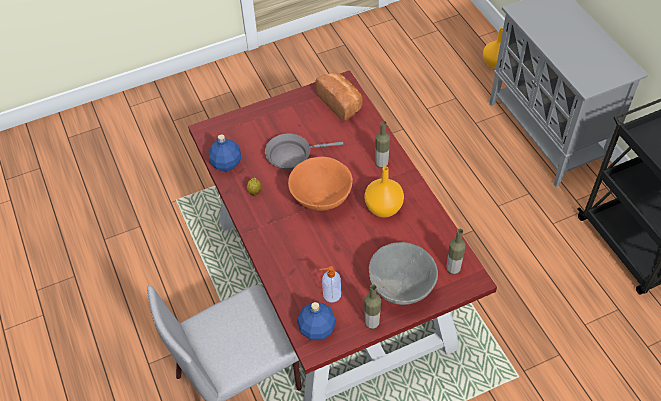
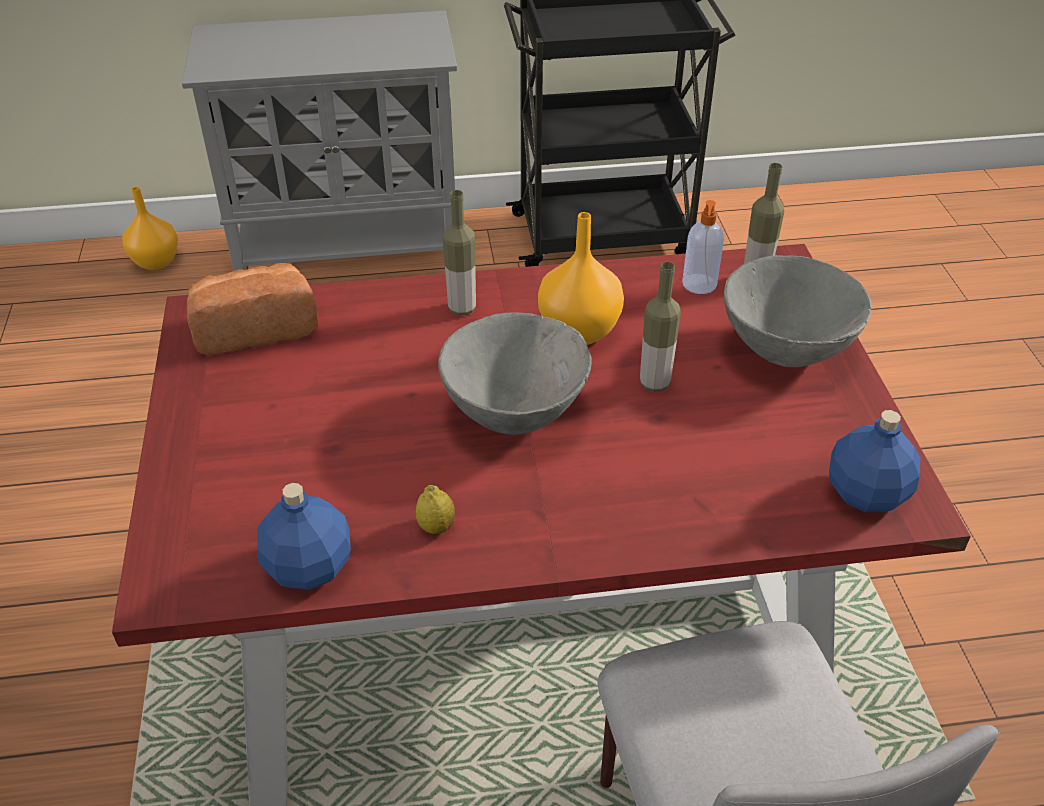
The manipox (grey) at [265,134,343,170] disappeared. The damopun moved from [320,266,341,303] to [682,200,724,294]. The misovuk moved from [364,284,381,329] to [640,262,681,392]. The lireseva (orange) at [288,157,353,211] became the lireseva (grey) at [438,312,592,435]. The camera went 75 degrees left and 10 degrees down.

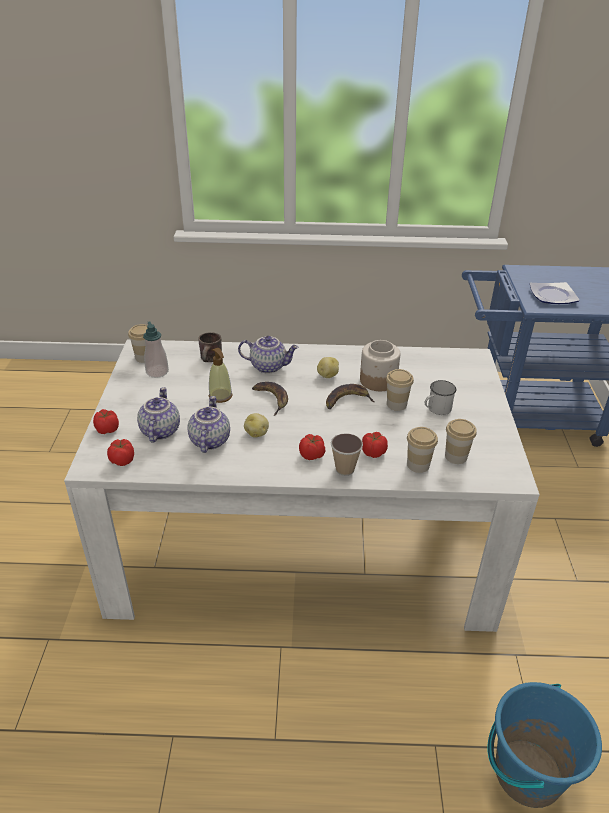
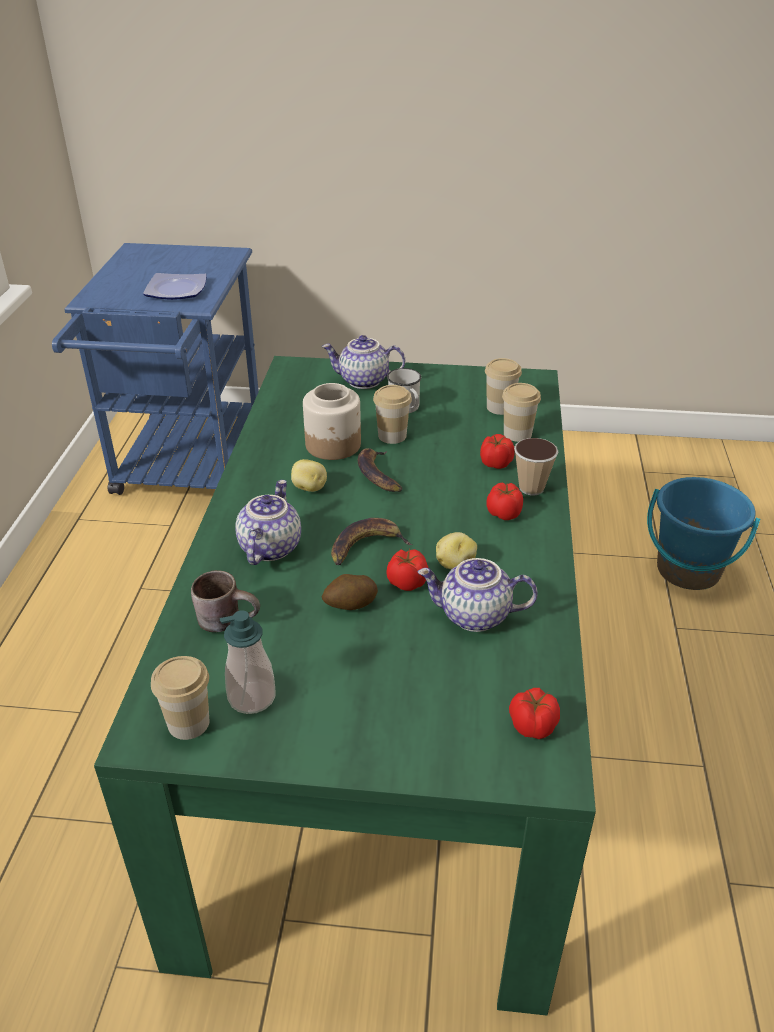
The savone moved from [93,409,119,434] to [386,549,428,591]. The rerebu moved from [137,387,180,443] to [322,335,405,389]. The damopun at [209,348,233,403] was replaced by the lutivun at [322,574,378,610]. The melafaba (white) at [64,339,540,632] became the melafaba (green) at [94,356,596,1016]. The camera went 85 degrees left and 0 degrees up.

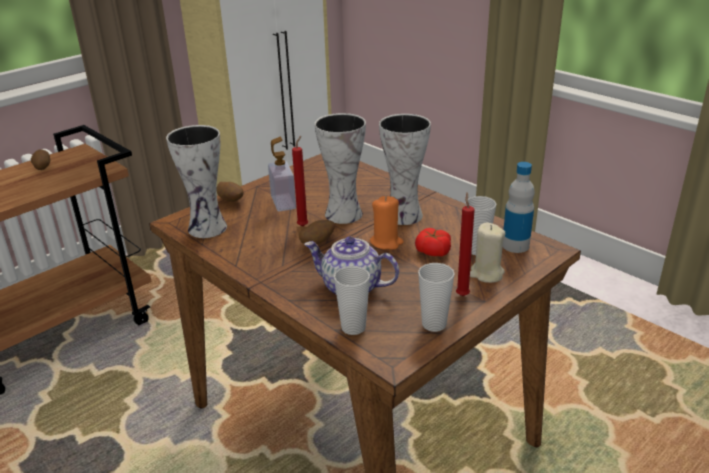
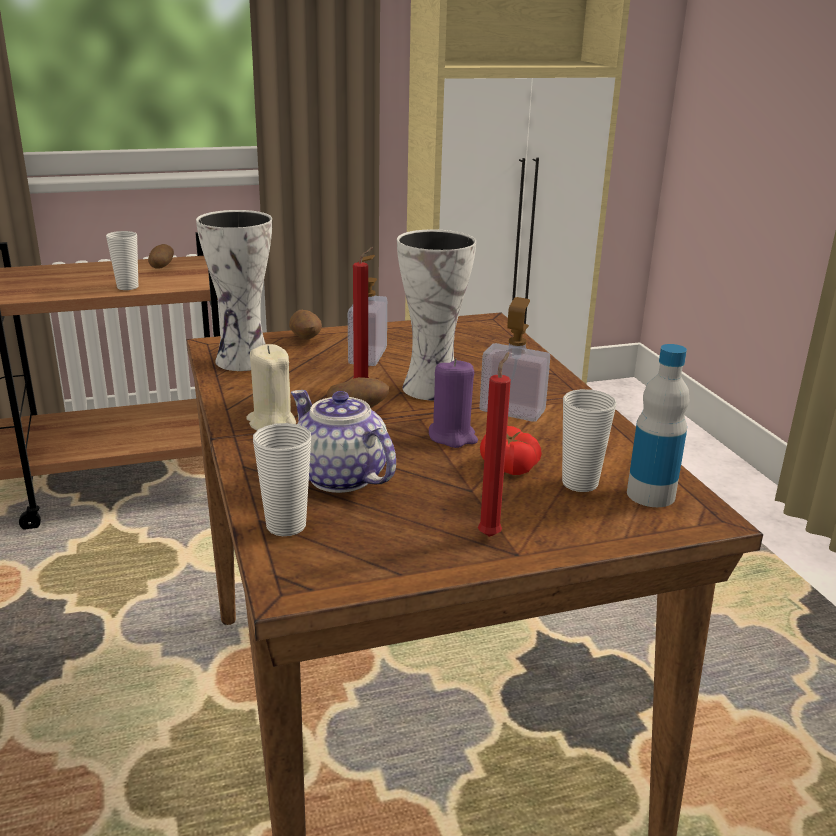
The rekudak moved from [418,263,455,332] to [106,231,138,290]. The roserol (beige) moved from [470,222,506,283] to [246,344,296,430]. The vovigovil at [379,114,431,225] was replaced by the damopun at [480,297,550,422]. The roserol (orange) at [370,196,404,250] became the roserol (purple) at [429,358,478,448]. The camera went 25 degrees right and 5 degrees down.

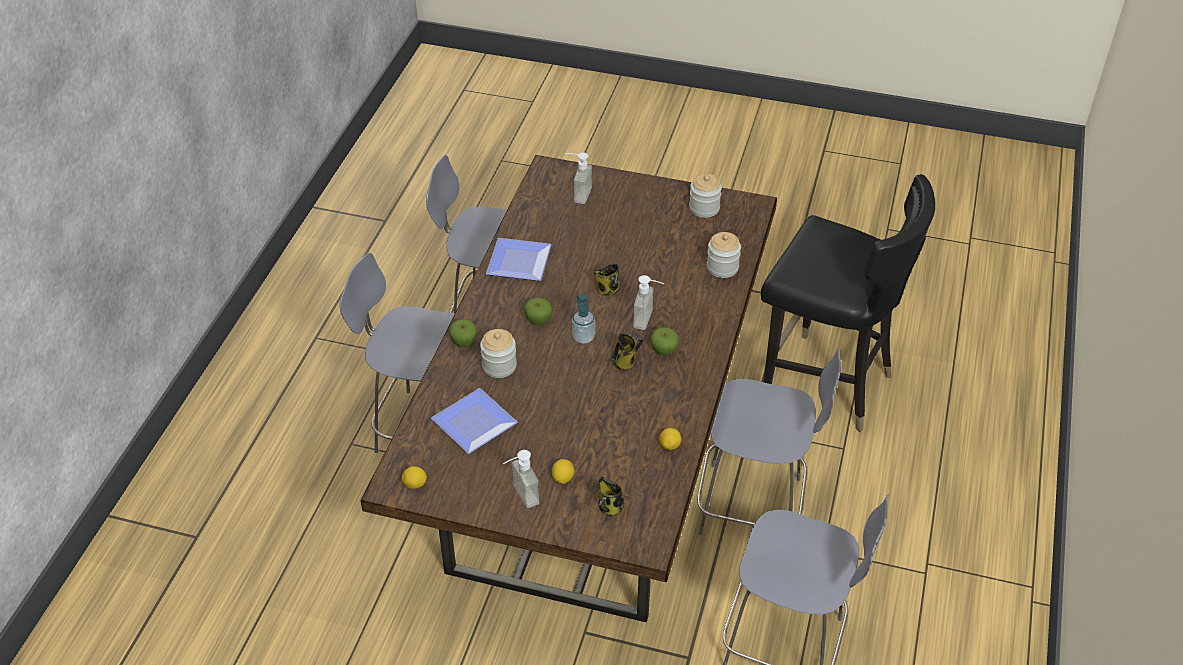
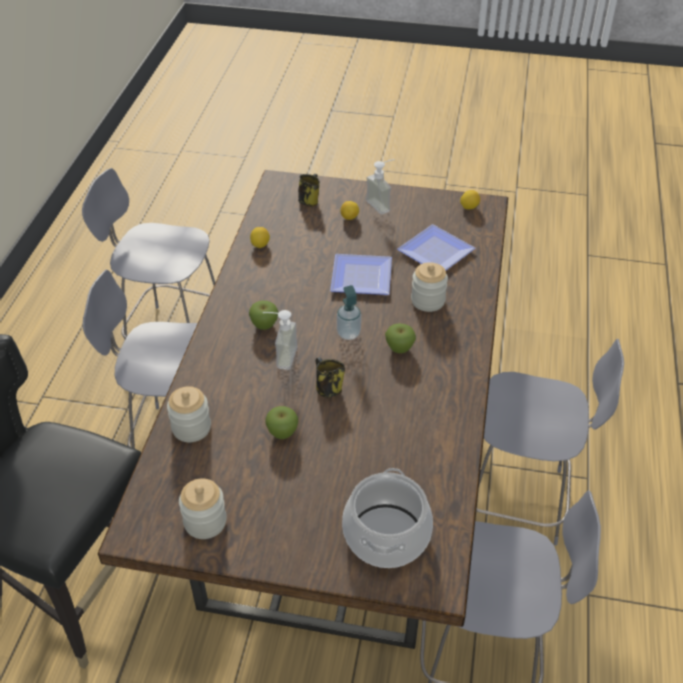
The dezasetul at [612,333,643,371] disappeared. The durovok moved from [449,319,477,347] to [265,406,298,439]. The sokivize moved from [486,238,552,281] to [330,254,392,295]. The damopun at [565,152,592,204] was replaced by the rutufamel at [342,468,433,568]. The camera went 175 degrees right and 0 degrees up.

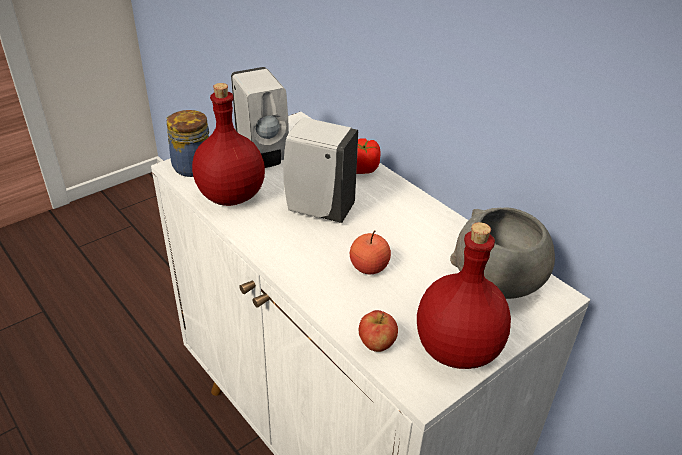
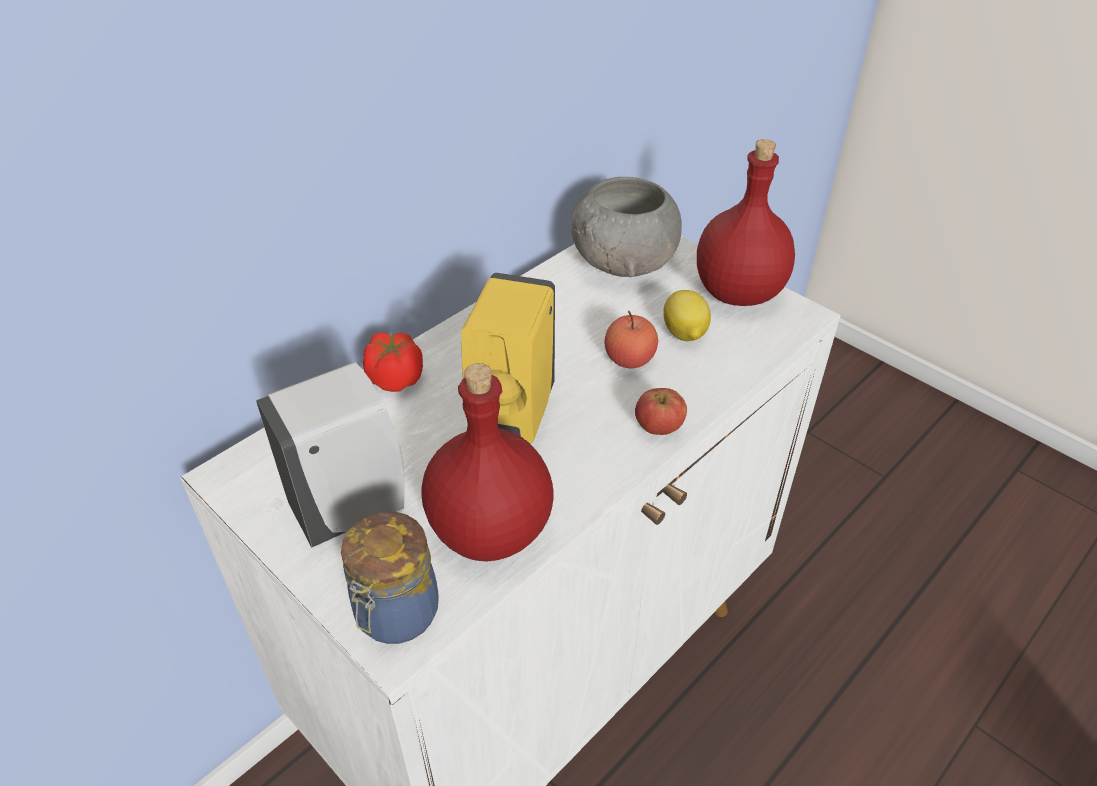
The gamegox at [664,290,711,341] appeared. The durovok moved from [359,310,398,352] to [635,388,687,435]. The damopun (white) at [283,117,358,223] became the damopun (yellow) at [461,273,555,443]. The camera went 95 degrees left and 5 degrees up.

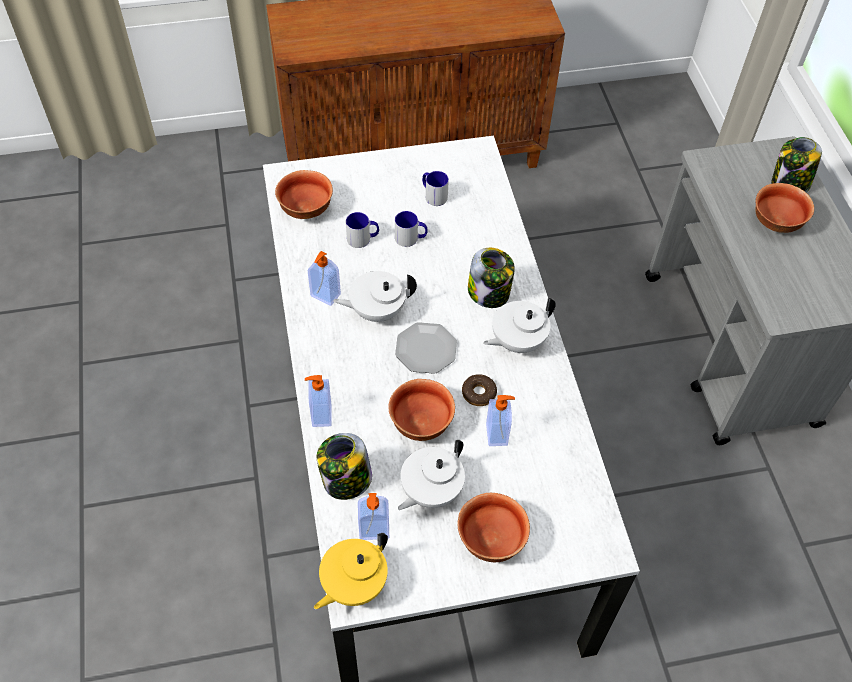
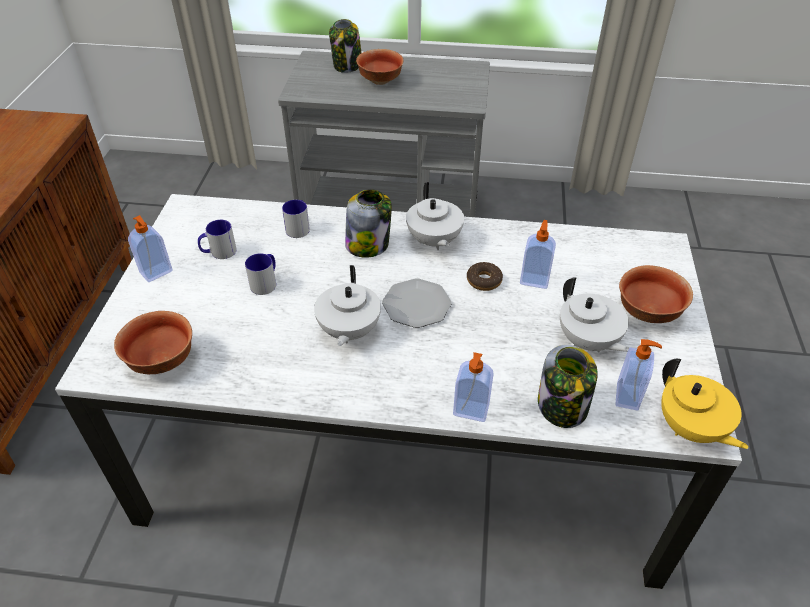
The lireseva at [388,379,455,441] disappeared. The damopun moved from [308,251,341,306] to [128,215,173,282]. The dezasetul moved from [346,212,379,248] to [282,200,310,238]. The camera went 70 degrees left and 10 degrees down.

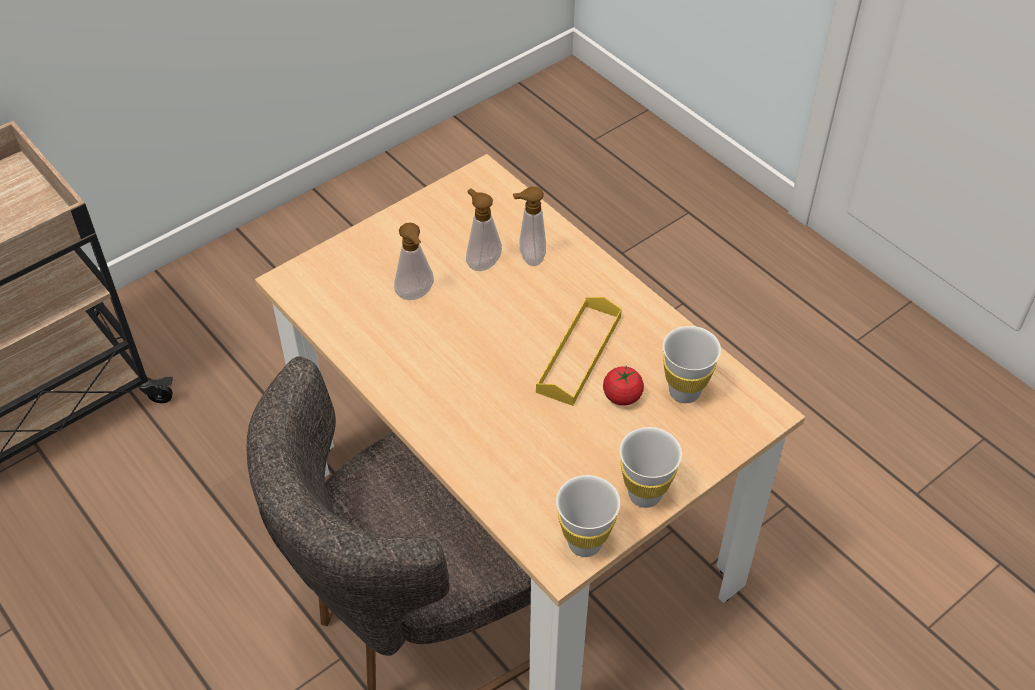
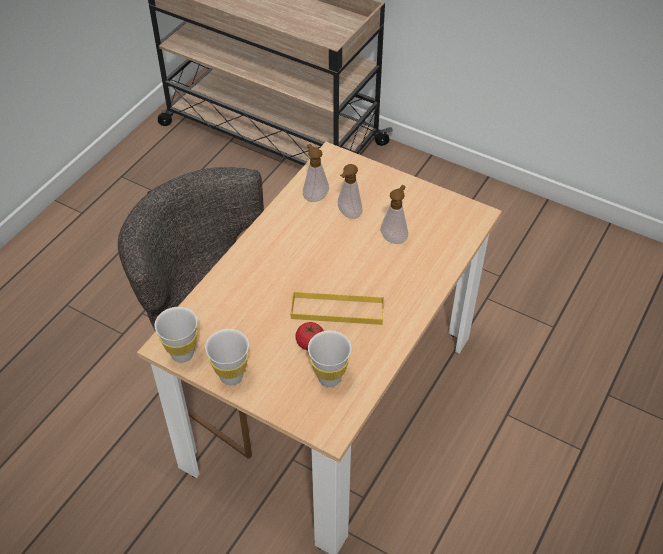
The damopun moved from [513,186,546,266] to [303,144,329,202]. The camera went 70 degrees right and 0 degrees up.

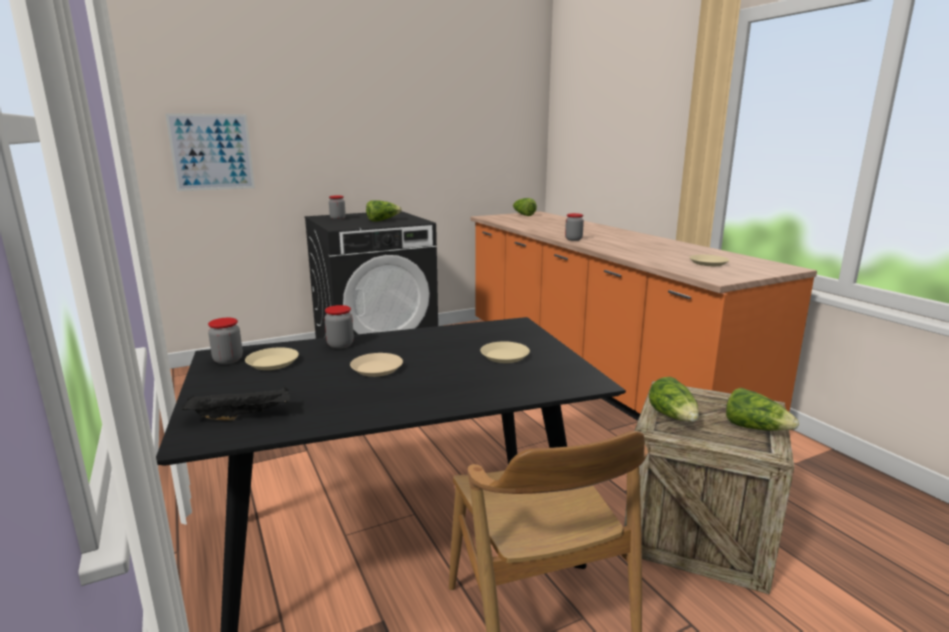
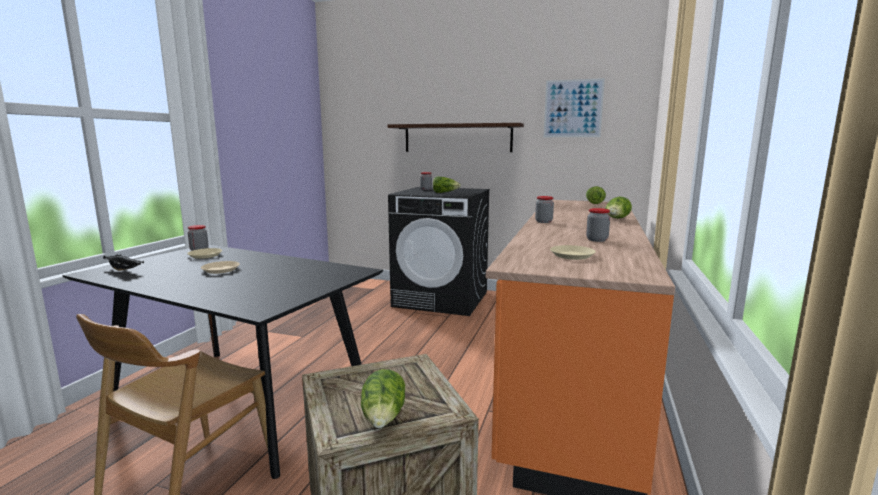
The sokivize (beige) at [480,341,530,363] disappeared. The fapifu at [387,123,524,152] appeared. The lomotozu moved from [165,113,255,191] to [544,78,605,137]. The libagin moved from [325,305,354,349] to [586,208,610,242]. The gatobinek moved from [649,377,699,422] to [605,197,632,219]. The camera went 45 degrees right and 5 degrees down.

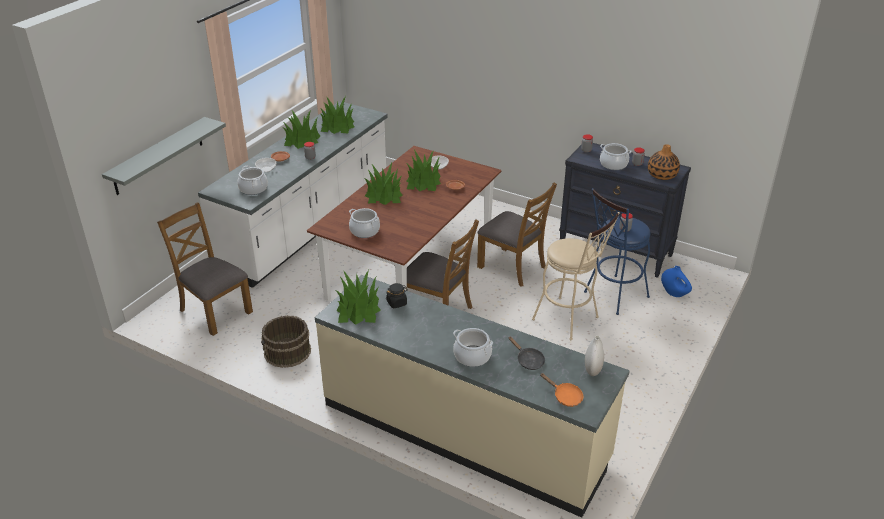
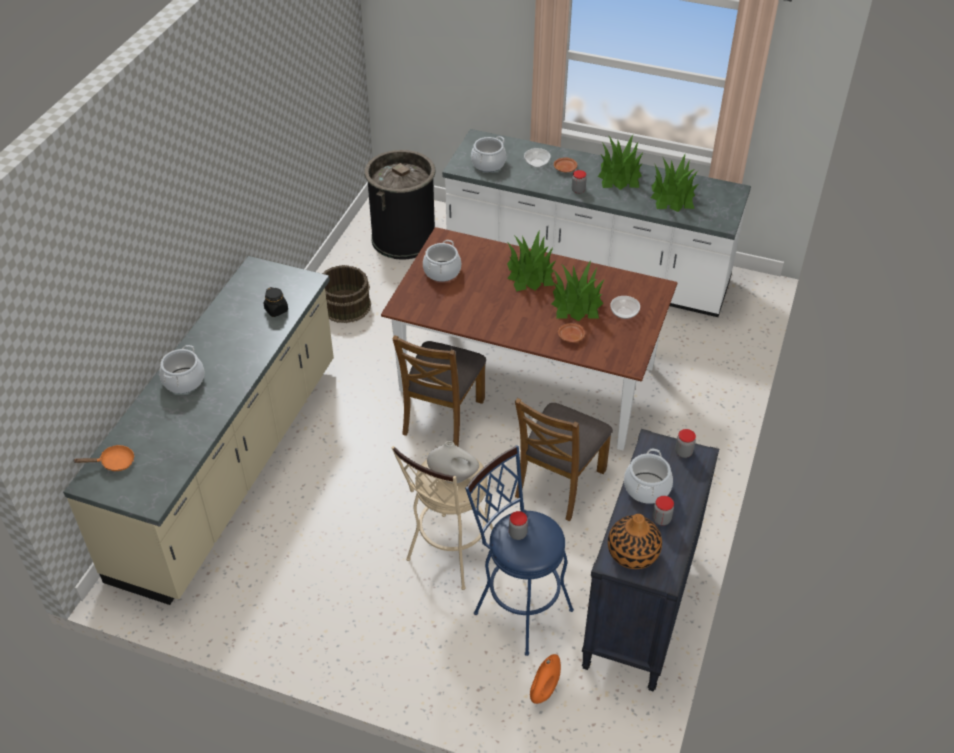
The fapifu (grey) at [102,117,226,195] disappeared. The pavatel at [336,270,381,325] disappeared. The manipox (black) at [509,336,545,370] disappeared. The vovigovil (white) moved from [585,335,604,376] to [427,441,479,483]. The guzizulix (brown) at [157,202,253,336] was replaced by the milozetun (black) at [364,150,436,260]. The vovigovil (blue) at [661,266,692,297] became the vovigovil (orange) at [530,654,561,704]. The manipox (orange) at [540,373,583,407] turned 135 degrees counterclockwise. The camera went 80 degrees right and 10 degrees up.

